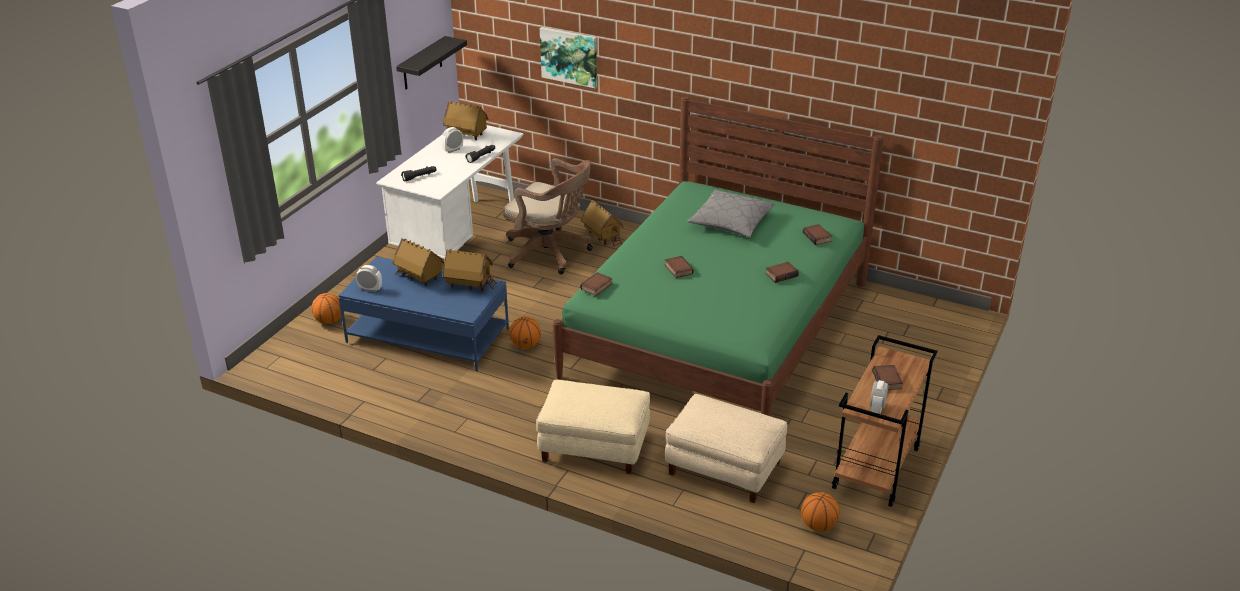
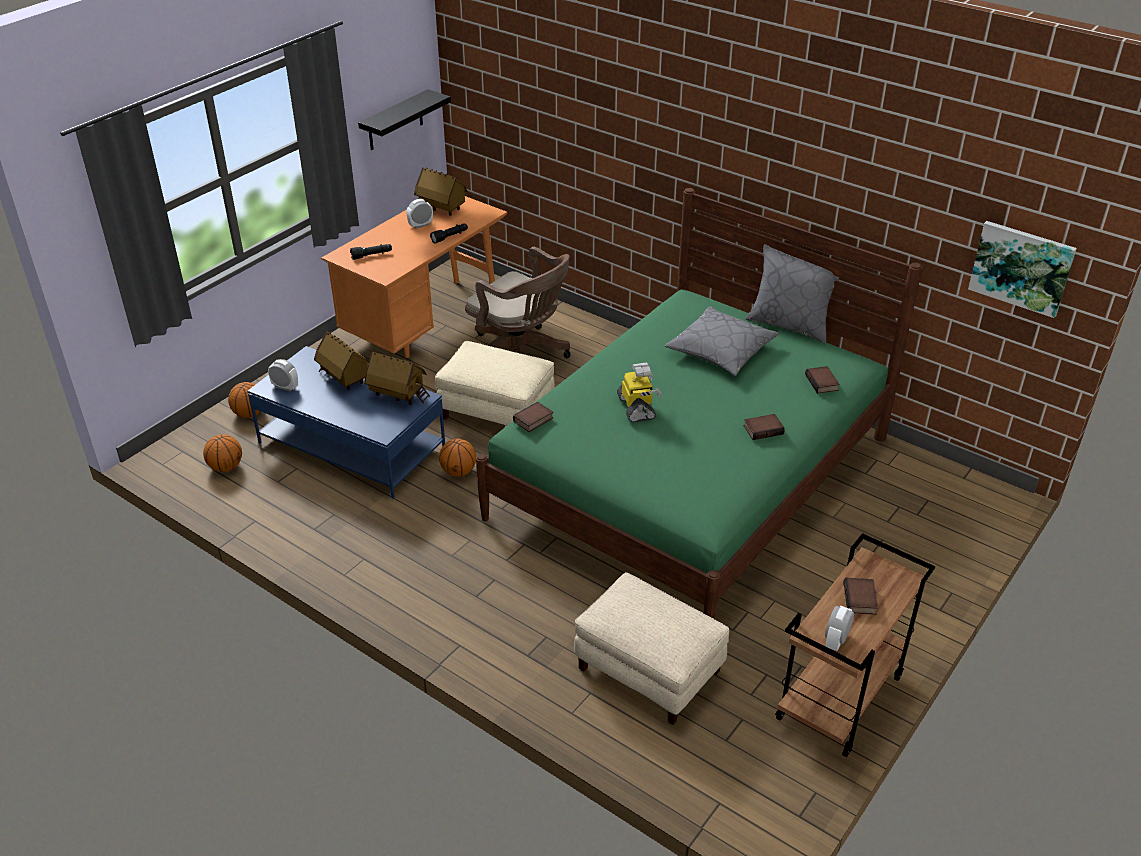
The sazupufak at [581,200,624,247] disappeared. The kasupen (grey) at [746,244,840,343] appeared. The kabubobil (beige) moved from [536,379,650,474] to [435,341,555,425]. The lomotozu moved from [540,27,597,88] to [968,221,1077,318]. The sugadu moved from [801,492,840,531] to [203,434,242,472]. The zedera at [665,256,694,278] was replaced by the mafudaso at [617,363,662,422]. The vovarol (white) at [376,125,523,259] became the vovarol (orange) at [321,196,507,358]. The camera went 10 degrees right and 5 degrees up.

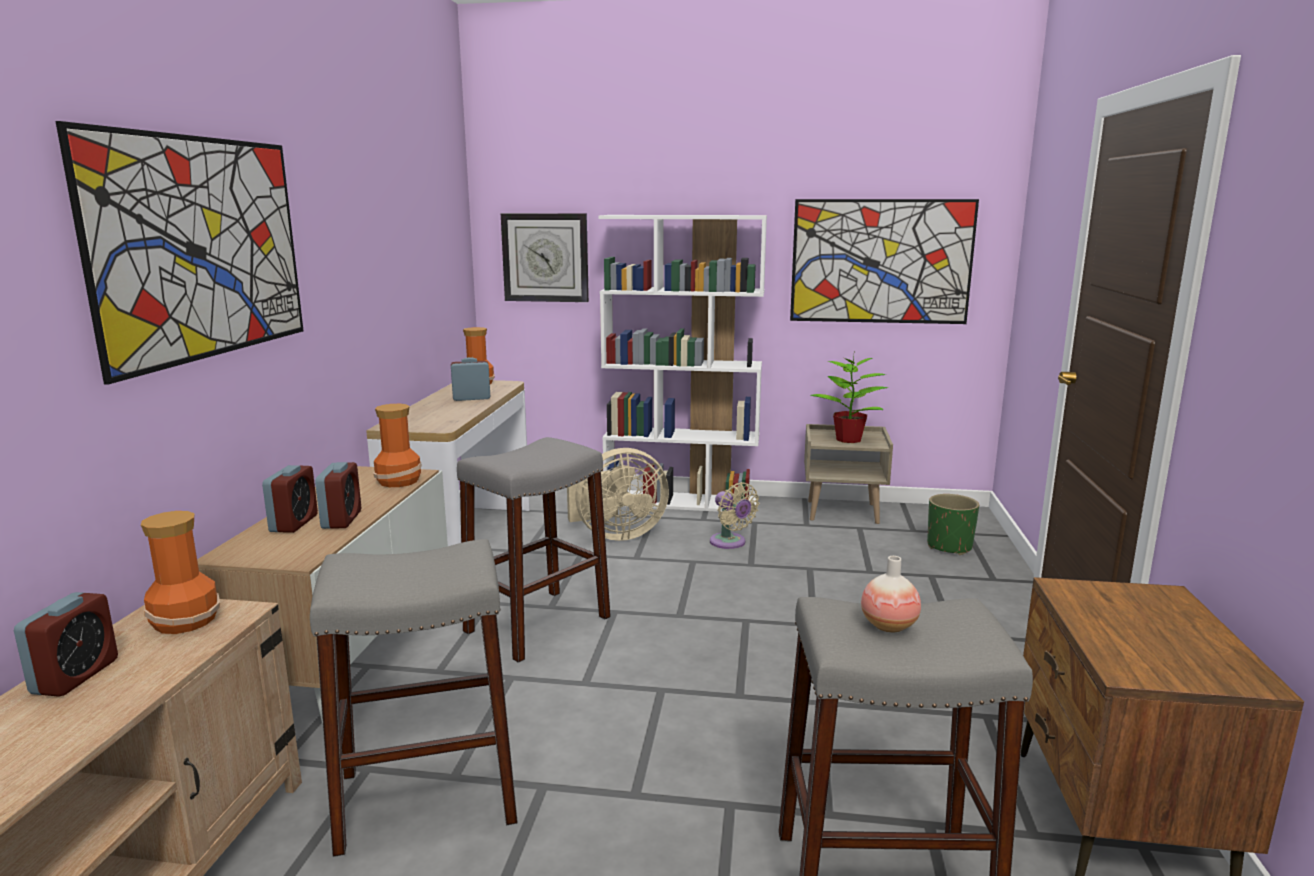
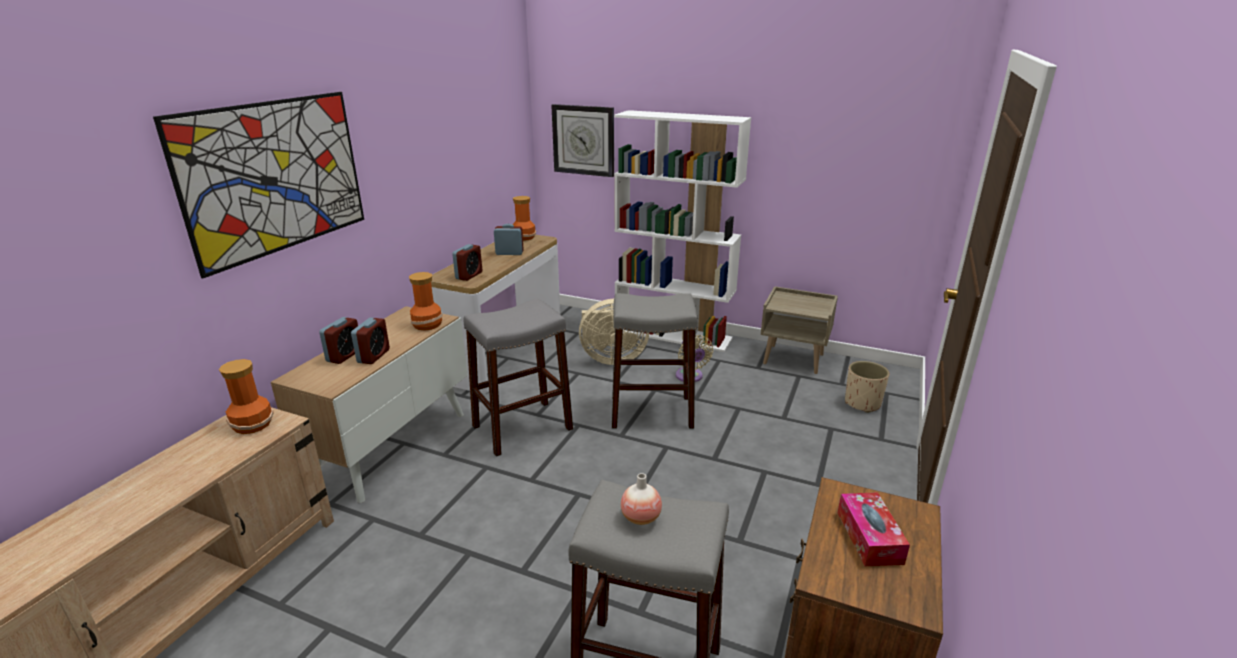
The lomotozu at [790,199,979,324] disappeared. The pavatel at [810,354,888,443] disappeared. The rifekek at [838,492,910,566] appeared. The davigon moved from [14,592,118,697] to [452,244,482,281]. The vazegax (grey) moved from [310,539,518,857] to [612,293,698,429]. The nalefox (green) at [927,494,979,555] became the nalefox (beige) at [845,361,889,413]. The camera went 15 degrees right and 10 degrees up.

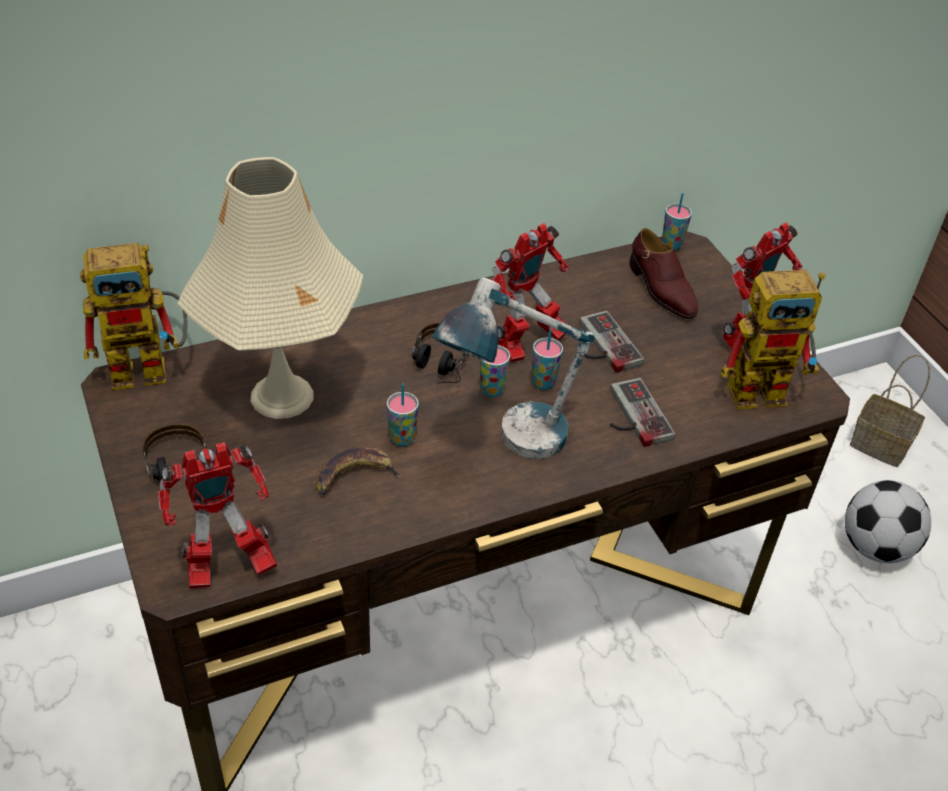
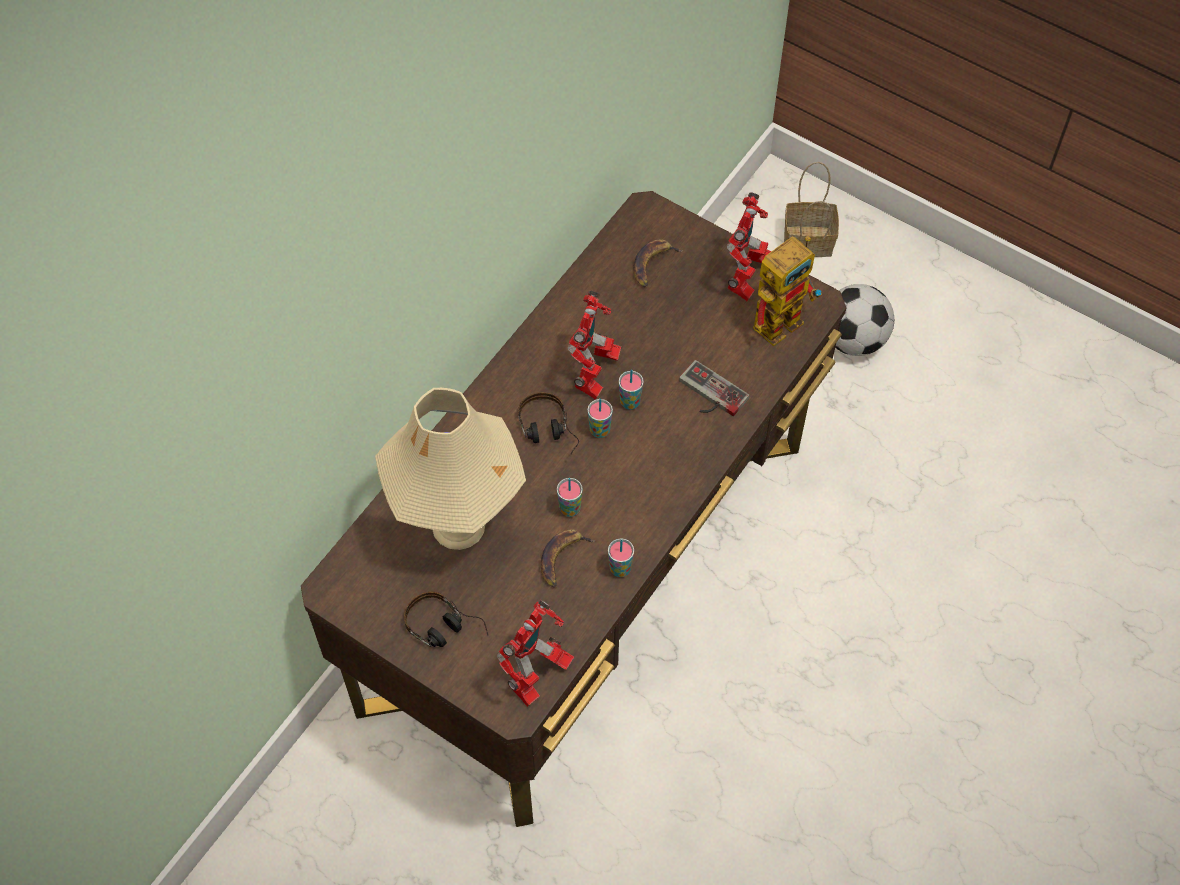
The mafudaso at [80,243,187,390] disappeared. The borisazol at [432,277,595,459] disappeared. The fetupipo at [580,311,644,373] disappeared. The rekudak moved from [662,193,692,251] to [608,538,634,577]. The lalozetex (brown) at [630,228,698,319] was replaced by the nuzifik at [634,239,683,287]. The camera went 30 degrees left and 15 degrees up.

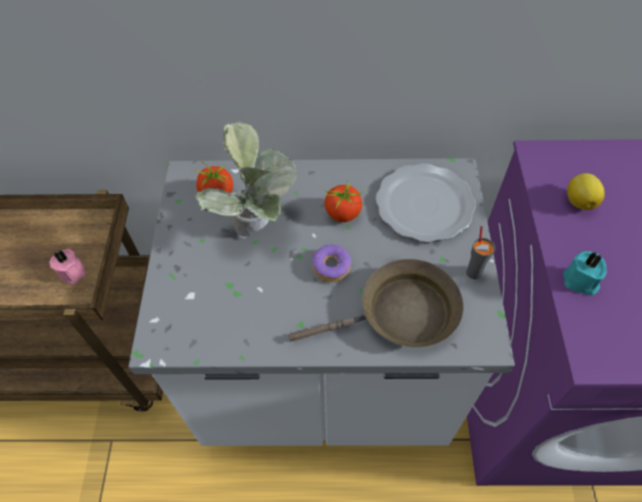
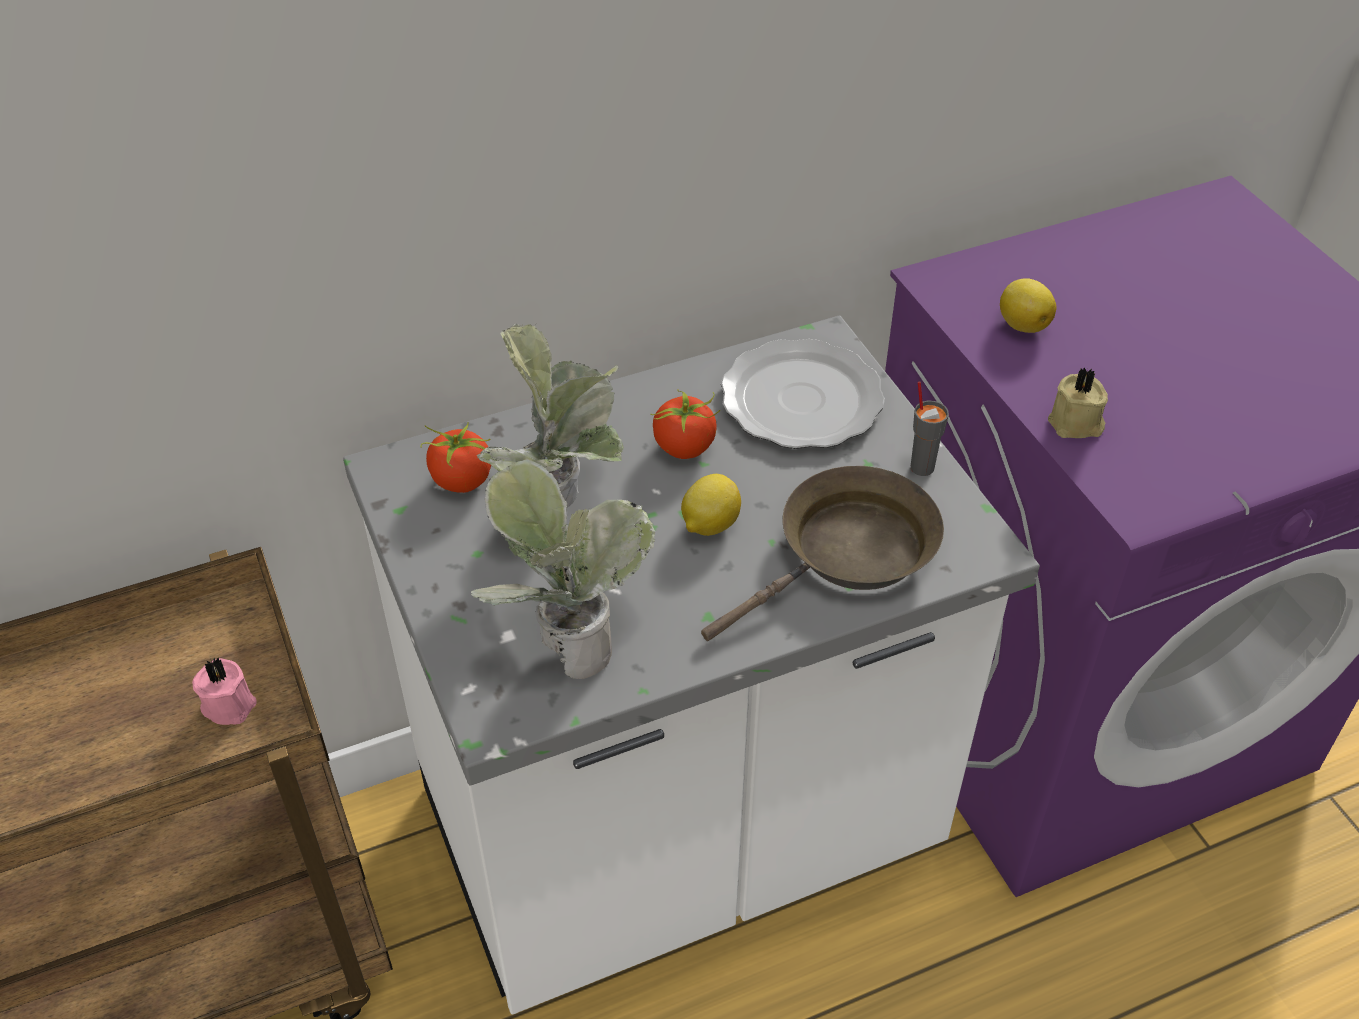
The pavatel at [471,460,655,679] appeared. The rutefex at [312,244,352,282] was replaced by the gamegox at [681,474,741,536]. The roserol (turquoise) at [563,251,607,296] became the roserol (beige) at [1048,368,1108,438]. The camera went 25 degrees left and 10 degrees down.

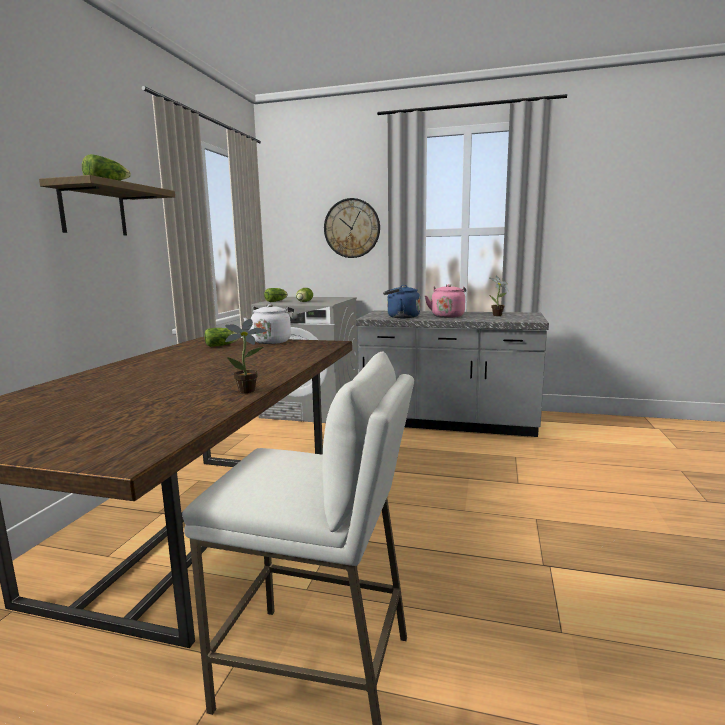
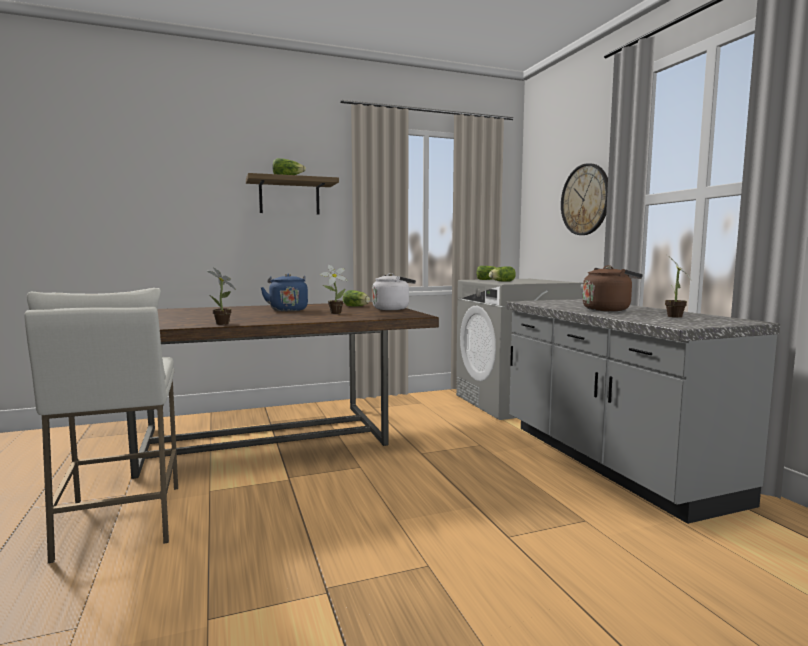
The pavatel at [320,265,348,314] appeared. The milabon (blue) moved from [383,285,420,318] to [260,274,308,311]. The milabon (pink) at [425,284,466,318] became the milabon (brown) at [583,265,643,311]. The camera went 55 degrees right and 5 degrees down.

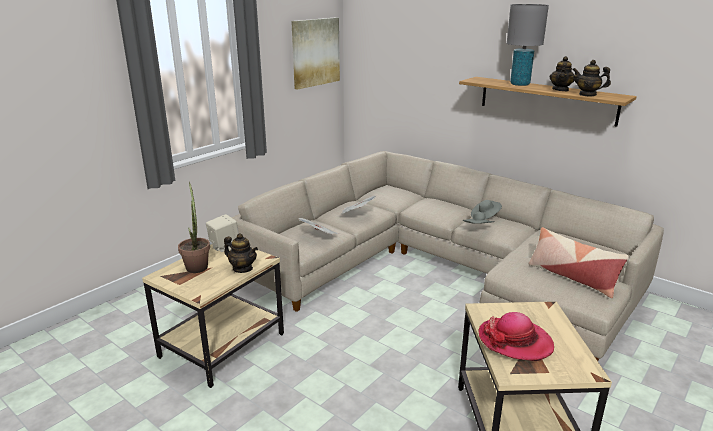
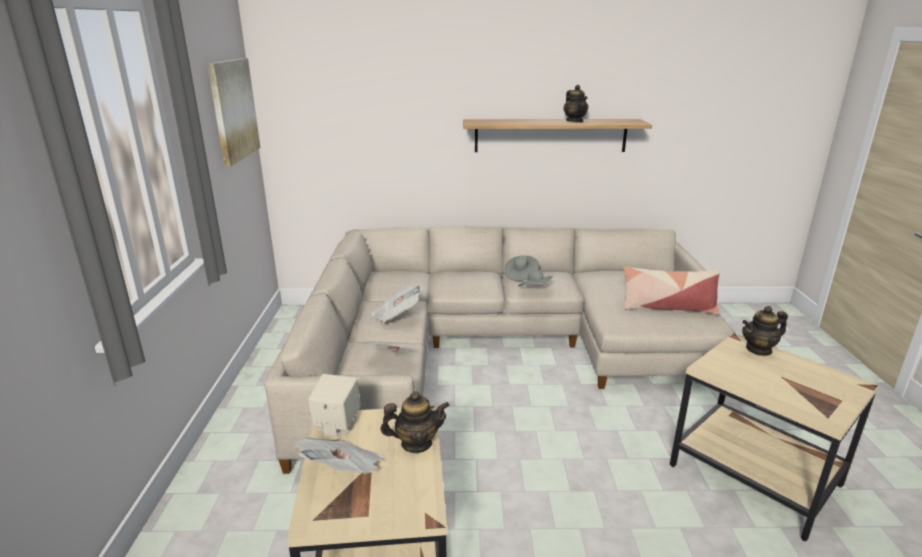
The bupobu at [479,312,554,361] disappeared. The borisazol (grey) at [507,4,549,86] disappeared. The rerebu moved from [572,60,611,96] to [742,306,788,356]. The pavatel at [178,182,210,273] was replaced by the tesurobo at [295,437,386,474]. The camera went 40 degrees left and 0 degrees up.

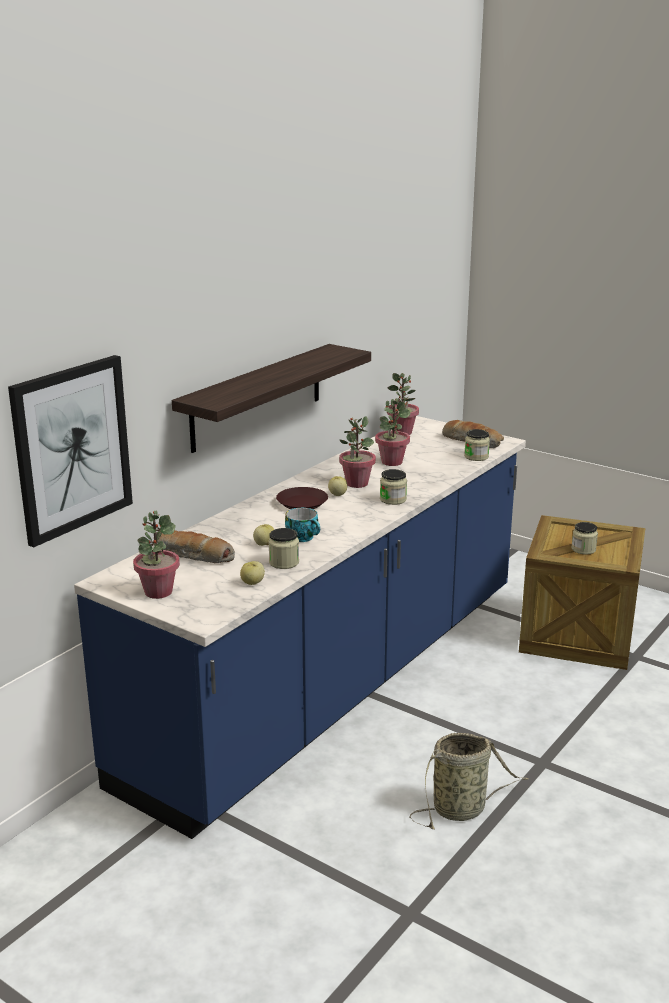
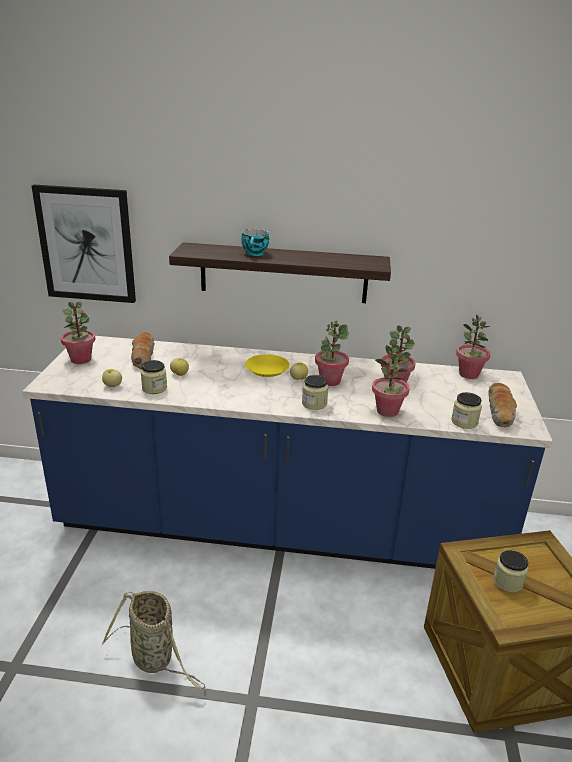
The pavatel at [372,345,409,417] appeared. The rekudak moved from [285,508,320,542] to [241,229,269,256]. The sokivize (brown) at [276,487,328,509] became the sokivize (yellow) at [245,354,290,377]. The camera went 60 degrees right and 5 degrees up.

